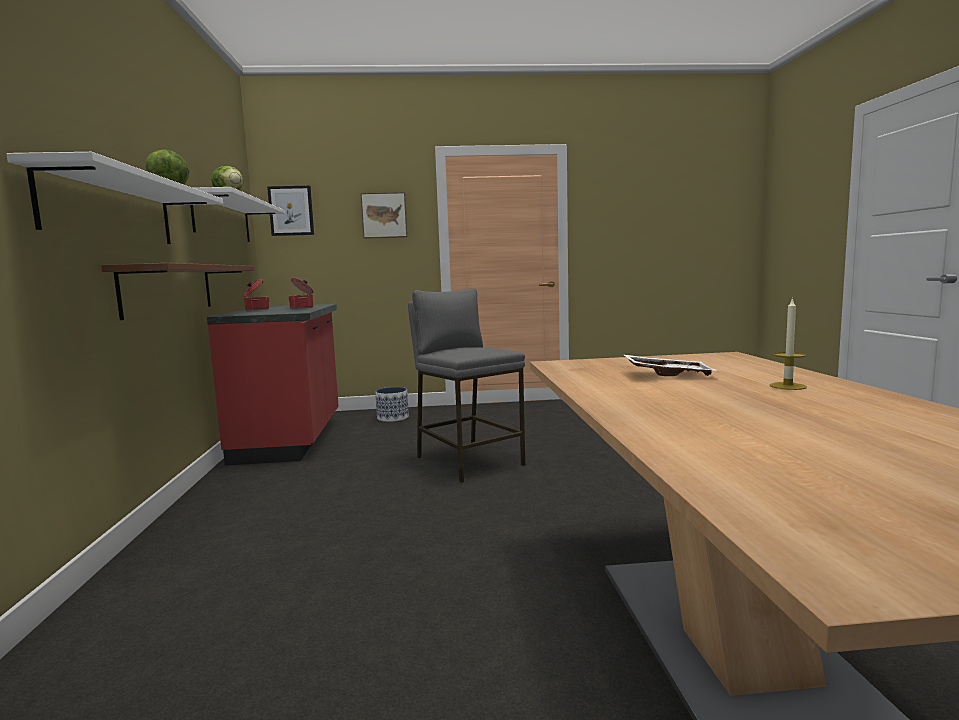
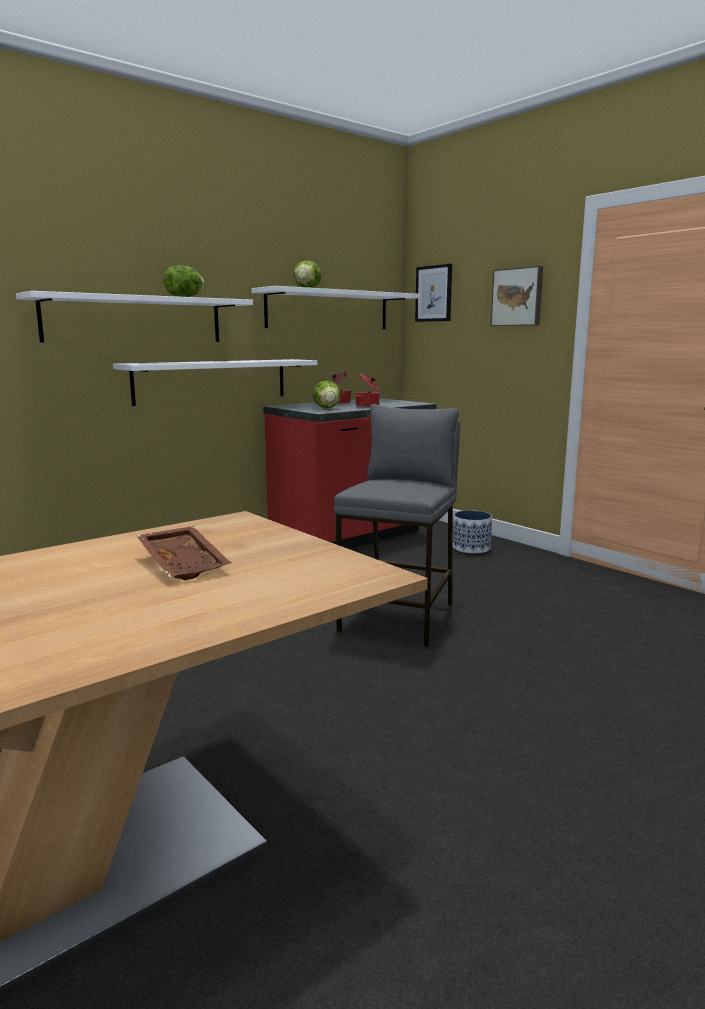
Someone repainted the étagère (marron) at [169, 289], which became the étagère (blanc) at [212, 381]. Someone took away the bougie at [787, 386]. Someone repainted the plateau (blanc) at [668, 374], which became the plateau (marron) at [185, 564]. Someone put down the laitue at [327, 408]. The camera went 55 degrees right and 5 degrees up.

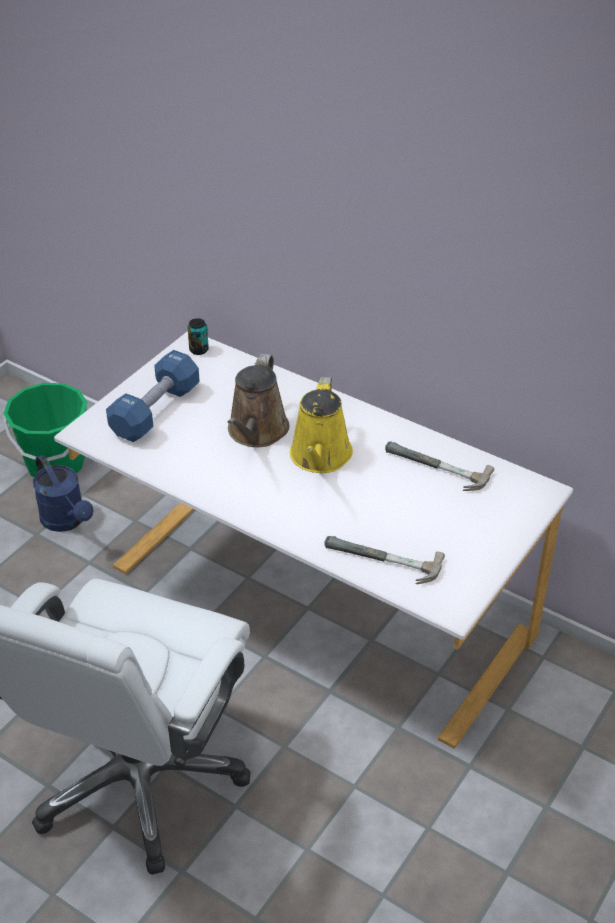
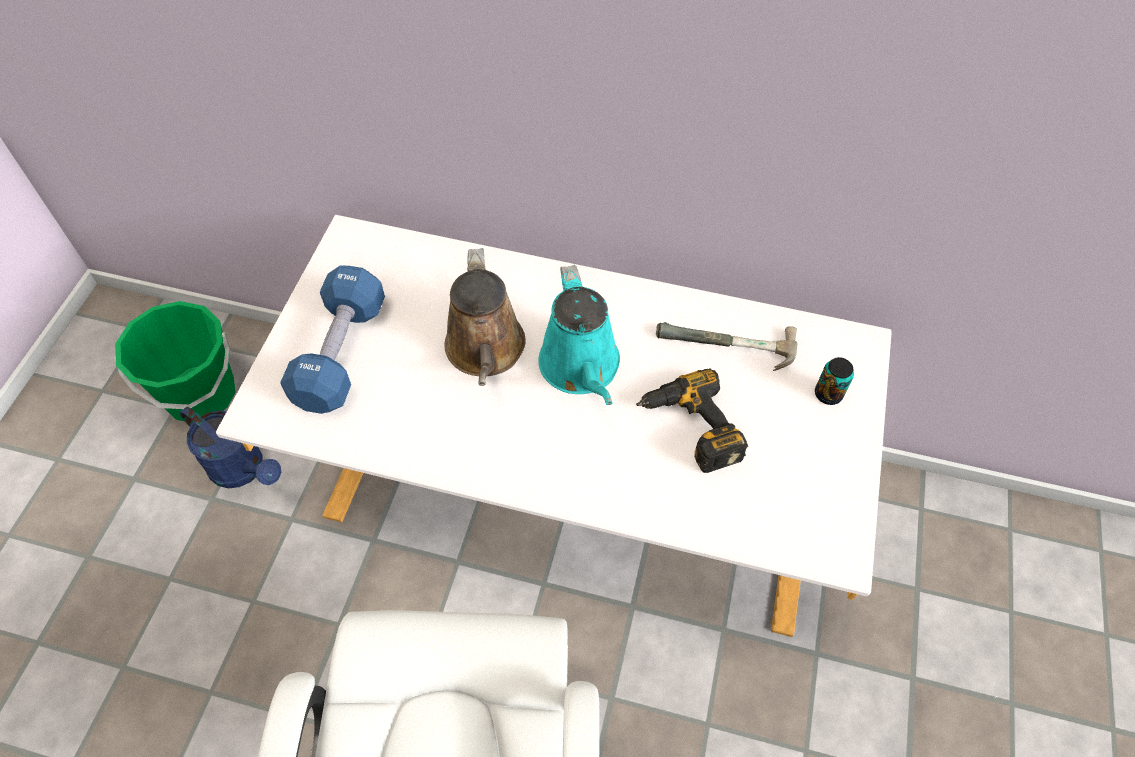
Someone carried the boîte métallique from [199, 350] to [828, 394]. Someone repainted the arrosoir (jaune) at [320, 457], which became the arrosoir (turquoise) at [581, 368]. Someone took away the marteau at [381, 563]. Someone put down the perceuse at [689, 429]. The camera went 20 degrees left and 15 degrees up.

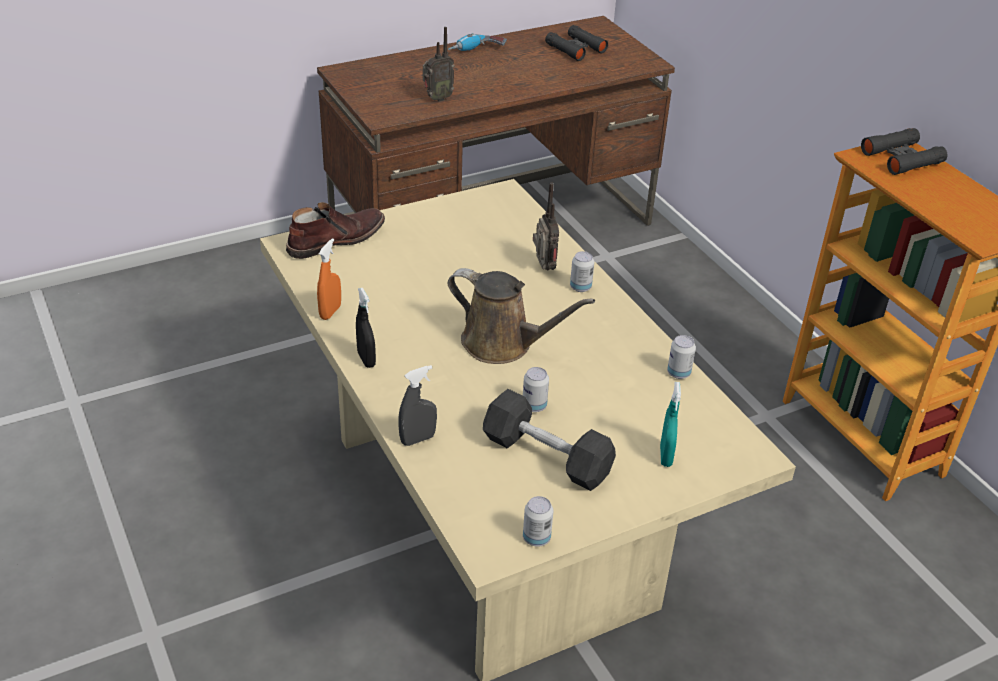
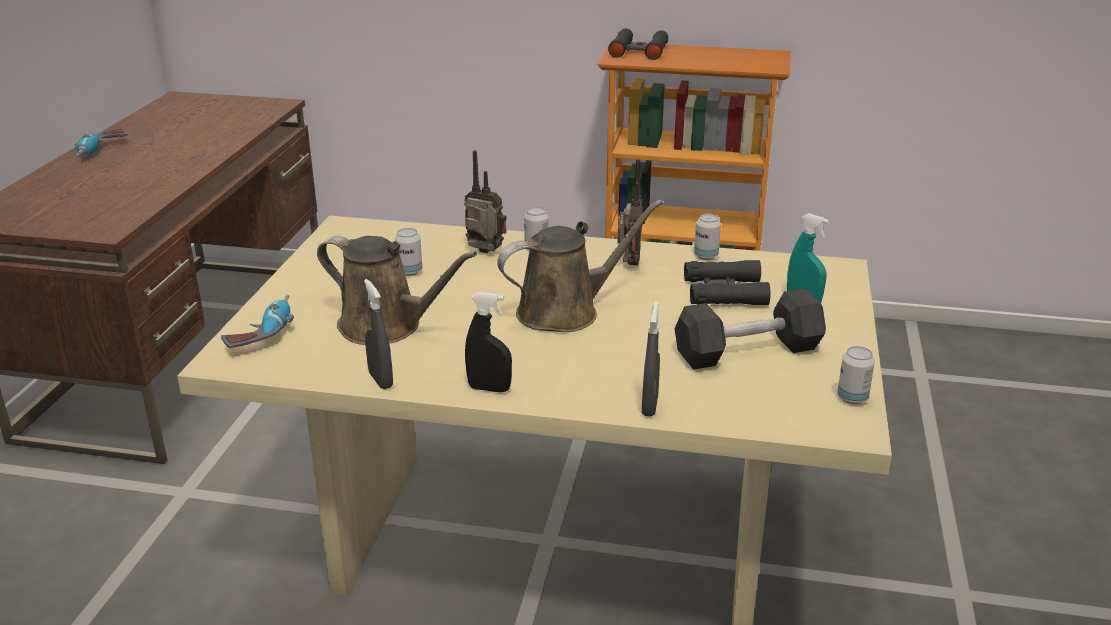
Someone carried the jumelles (noir) from [575, 48] to [725, 292]. Someone carried the radio from [437, 99] to [628, 264]. Someone swapped the botte (marron) at [335, 240] for the perceuse at [263, 332]. Someone repainted the vaporisateur (orange) at [330, 312], which became the vaporisateur (gris) at [380, 380]. Someone carried the boîte métallique from [534, 406] to [410, 271]. Someone put down the arrosoir (marron) at [386, 327]. The camera went 50 degrees left and 10 degrees down.

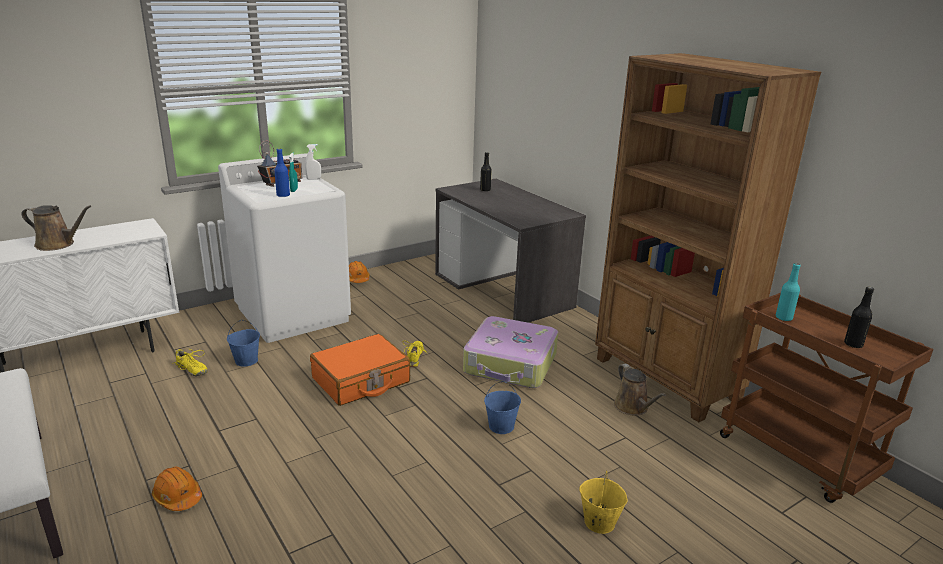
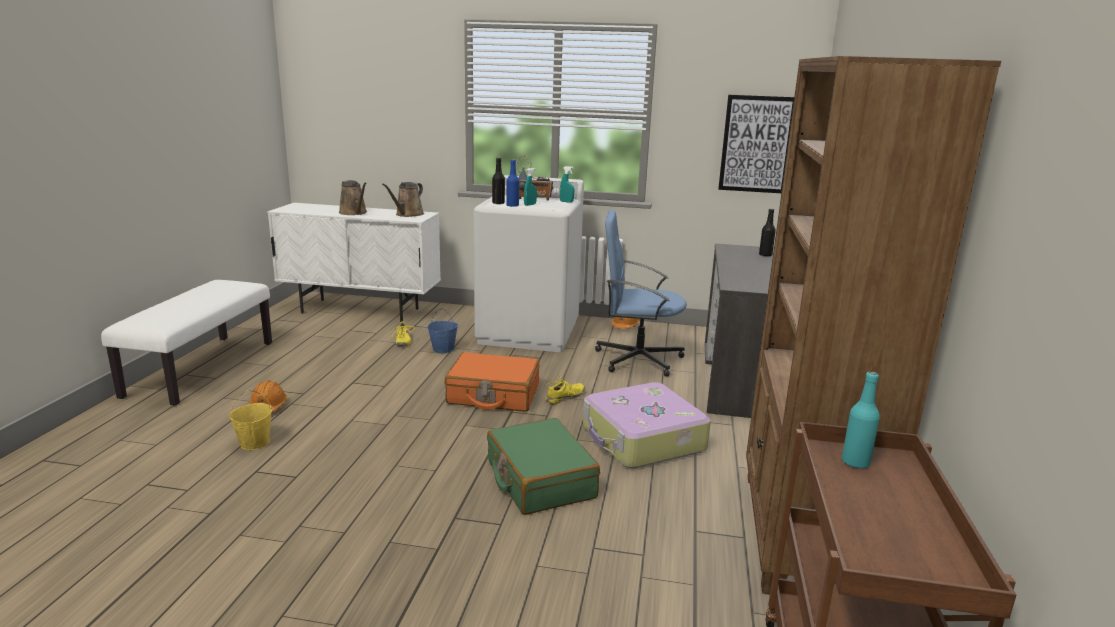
Someone repainted the vaporisateur (blanc) at [313, 179], which became the vaporisateur (turquoise) at [566, 202]. Someone carried the bouteille (noir) from [853, 344] to [498, 203]. Someone carried the arrosoir (marron) from [633, 407] to [407, 214]. Someone swapped the seau (bleu) at [501, 426] for the valise (vert) at [539, 479]. Someone carried the seau (jaune) from [599, 522] to [255, 443]. Someone put up the tableau at [756, 144]. Someone put down the chaise de bureau (bleu) at [637, 359]. The camera went 45 degrees right and 5 degrees down.

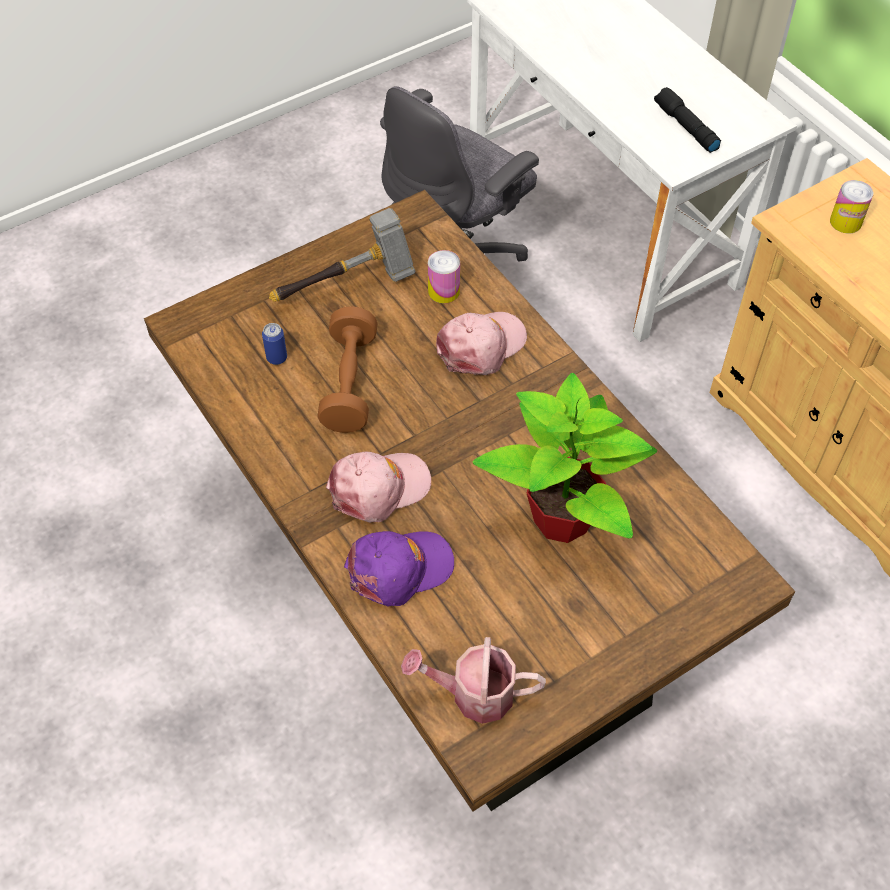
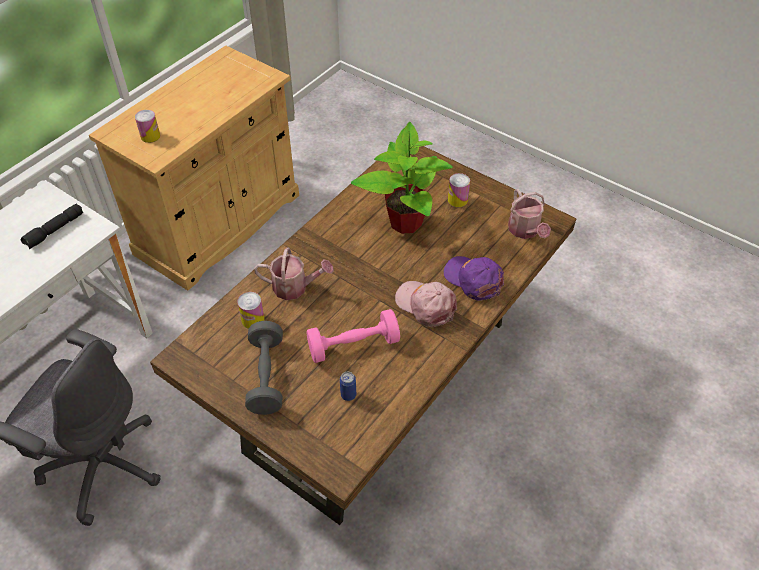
Someone swapped the marteau at [347, 286] for the haltère (gris) at [266, 376]. Someone repainted the haltère (marron) at [349, 383], which became the haltère (rose) at [353, 345]. Someone swapped the casquette (rose) at [481, 346] for the arrosoir at [295, 287]. Someone put down the boîte métallique at [457, 200]. The camera went 110 degrees left and 5 degrees down.

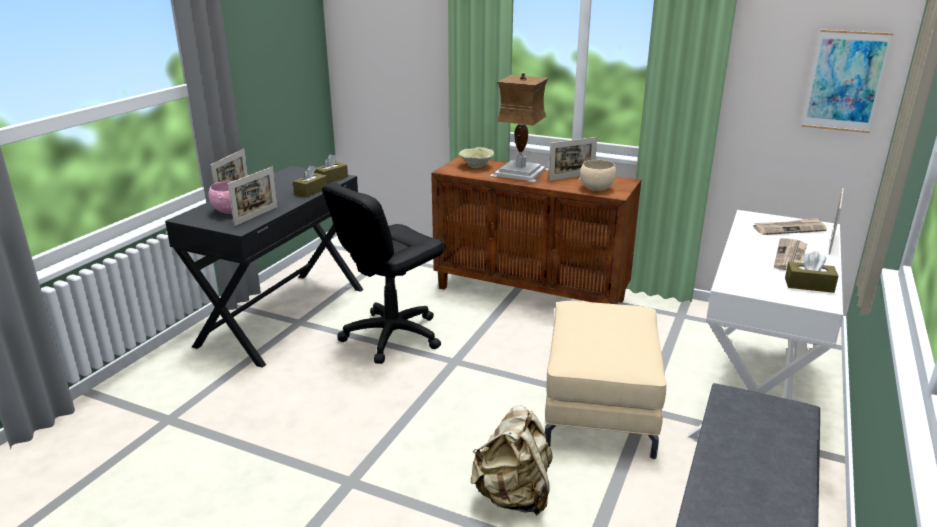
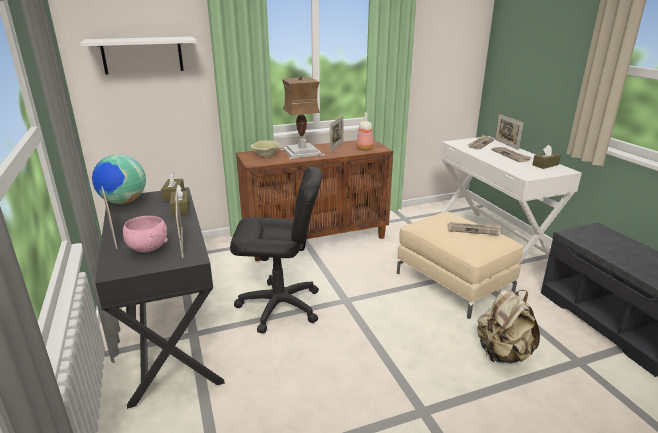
Someone took away the tableau at [845, 81]. Someone swapped the bol (beige) at [597, 188] for the bouteille at [365, 149]. Someone rotated the chaise de bureau (noir) at [391, 336] by 90 degrees counterclockwise. Someone put up the étagère (blanc) at [142, 55]. Someone put down the globe at [123, 202]. Someone put down the journal at [473, 229]. The camera went 45 degrees left and 0 degrees up.

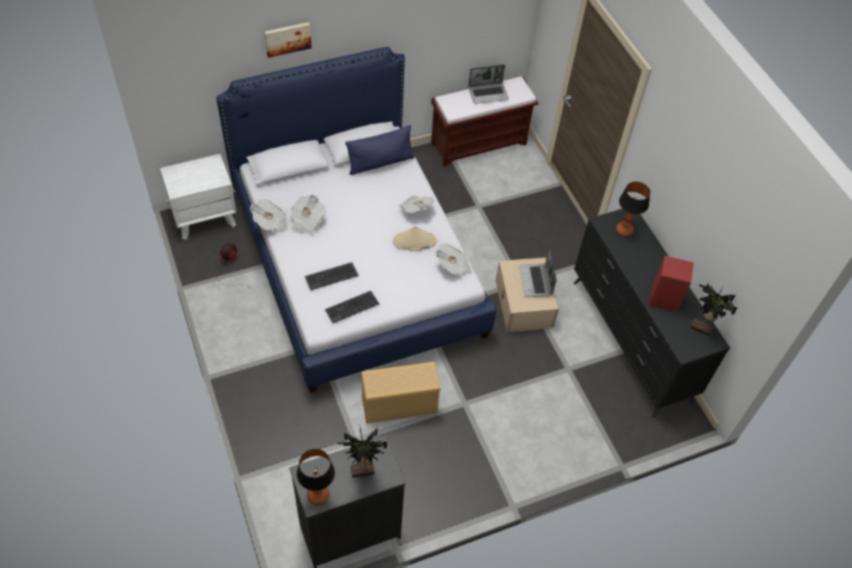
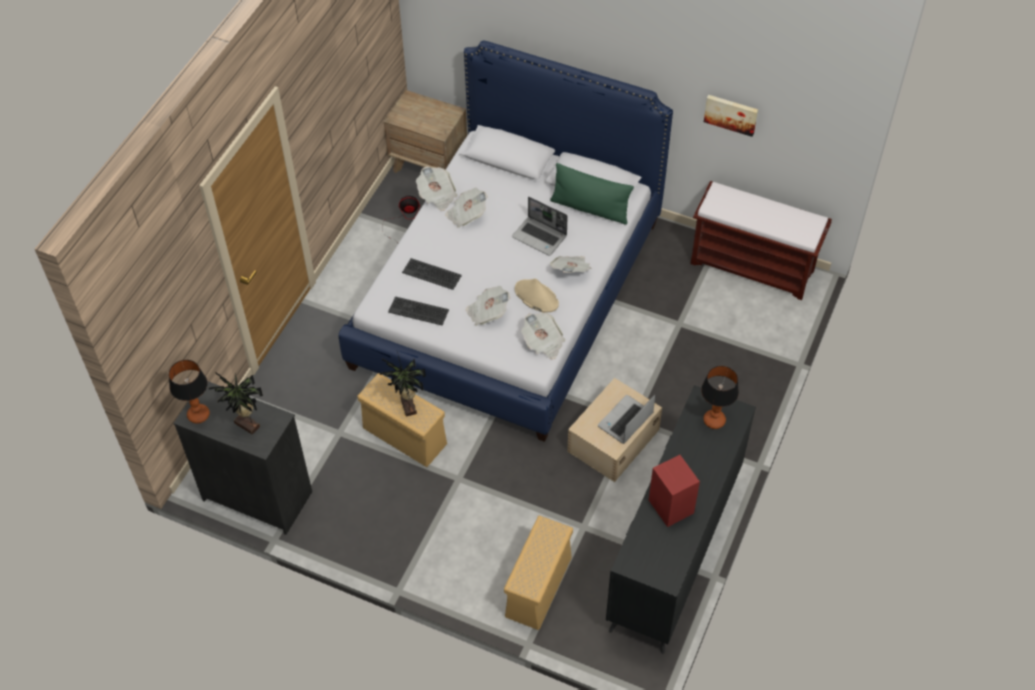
Someone carried the tableau from [287, 38] to [731, 114]. Someone carried the ordinateur portable from [488, 93] to [540, 236]. Someone repainted the coussin (bleu) at [380, 163], which became the coussin (vert) at [590, 208]. Someone repainted the table de chevet (blanc) at [205, 217], which became the table de chevet (marron) at [429, 164]. Someone carried the plante en pot from [701, 329] to [407, 407]. Someone put down the journal at [487, 312]. Someone put down the boîte de rangement (beige) at [538, 588]. The camera went 50 degrees right and 0 degrees up.

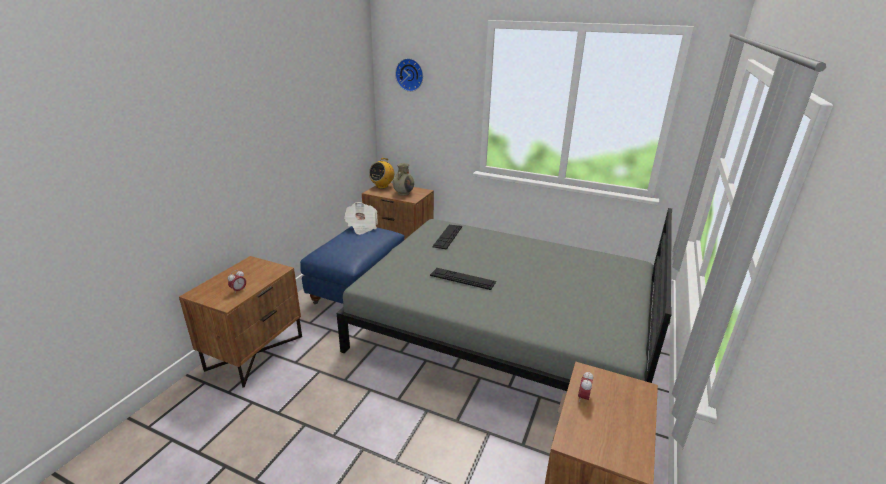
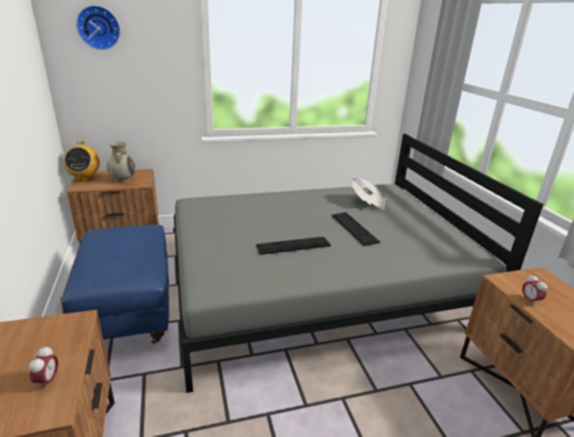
Someone carried the journal from [361, 227] to [368, 203]. Someone carried the clavier from [447, 236] to [354, 228]. The camera went 40 degrees left and 0 degrees up.

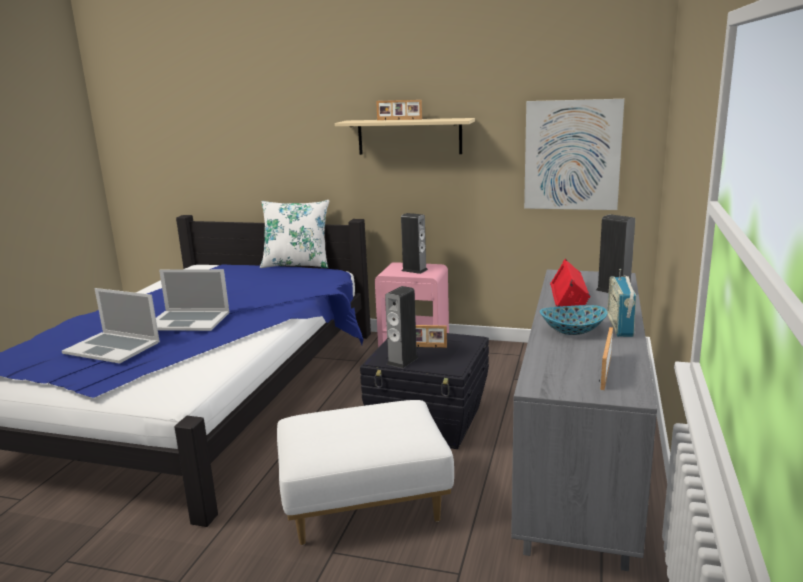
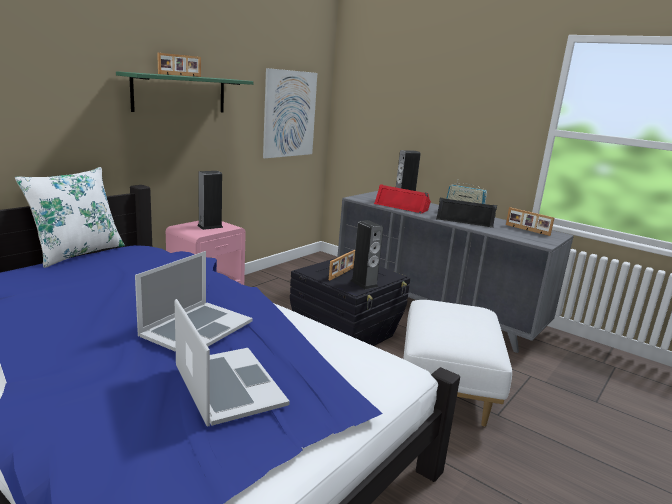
Someone repainted the étagère (beige) at [409, 136], which became the étagère (vert) at [180, 94]. Someone rotated the ordinateur portable at [112, 347] by 75 degrees counterclockwise. Someone swapped the bol at [572, 331] for the enceinte (noir) at [465, 220]. The camera went 70 degrees left and 0 degrees up.

